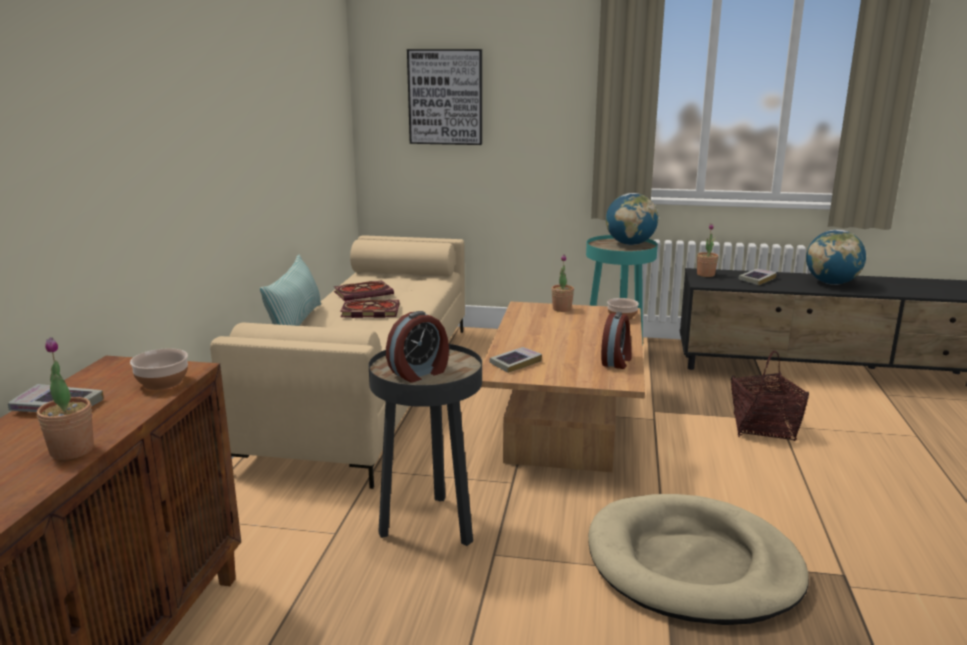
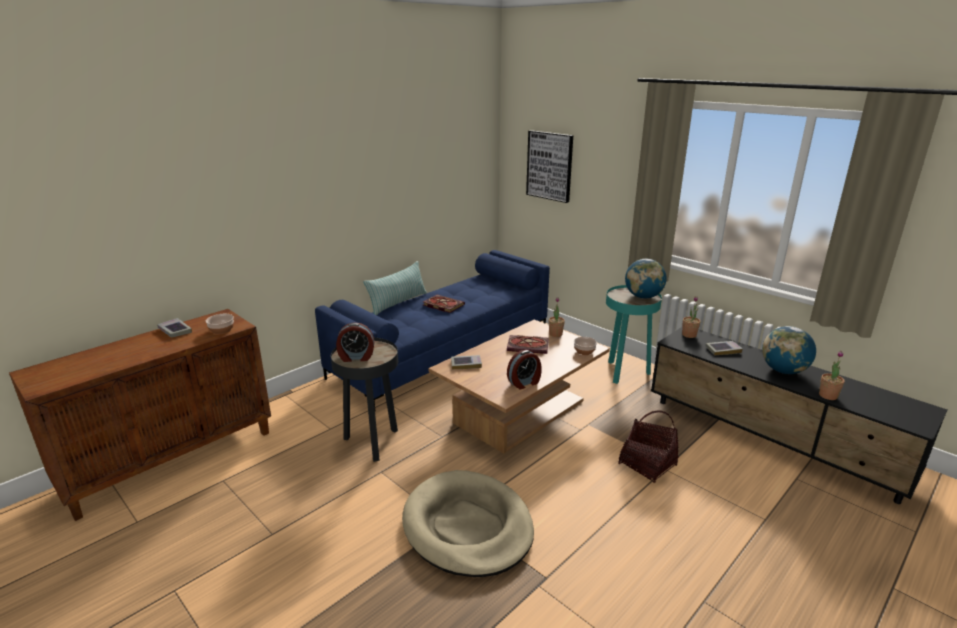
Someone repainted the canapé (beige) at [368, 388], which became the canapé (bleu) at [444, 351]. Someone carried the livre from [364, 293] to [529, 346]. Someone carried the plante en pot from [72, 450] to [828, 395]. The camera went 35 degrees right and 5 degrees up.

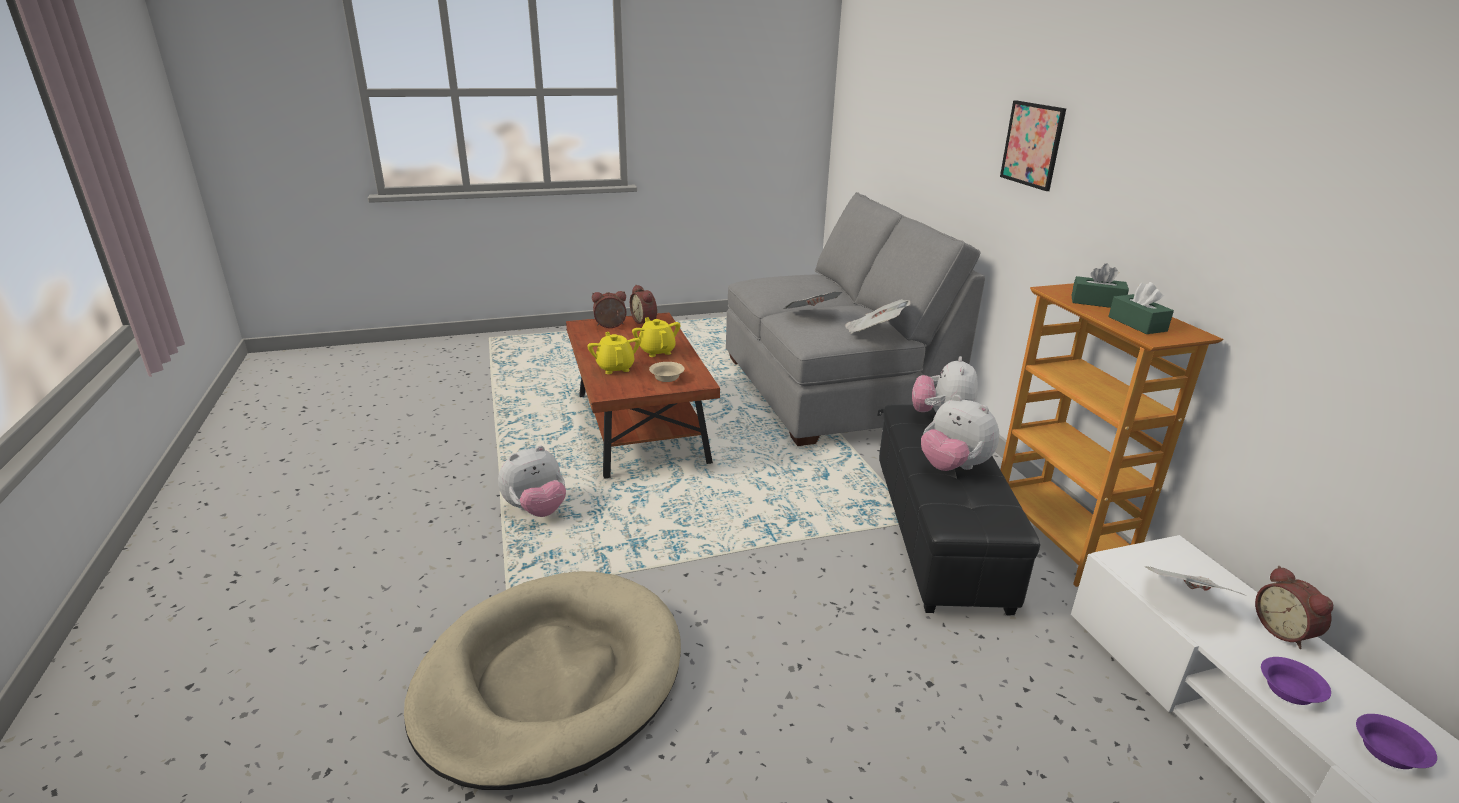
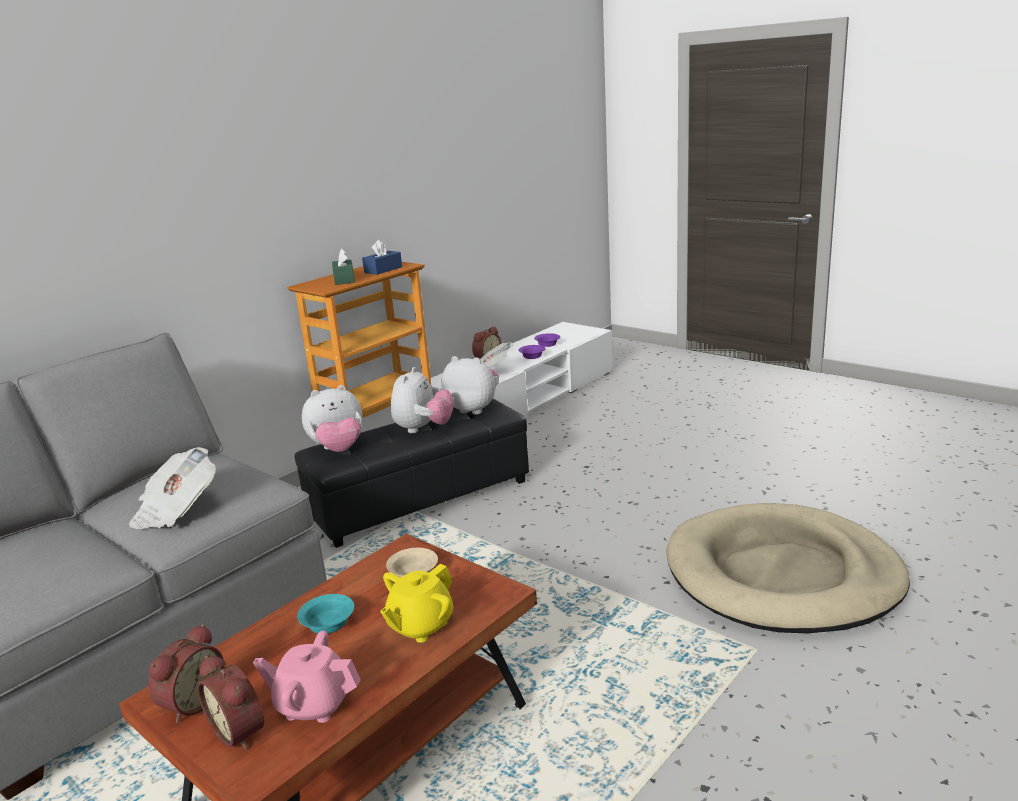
Someone took away the tableau at [1032, 144]. Someone repainted the boîte à mouchoirs (vert) at [1137, 324], which became the boîte à mouchoirs (bleu) at [383, 270]. Someone took away the journal at [873, 331]. Someone swapped the théière (jaune) at [657, 351] for the bol (turquoise) at [328, 623]. Someone carried the peluche from [536, 510] to [474, 409]. Someone put down the théière (rose) at [313, 704]. The camera went 120 degrees left and 5 degrees down.

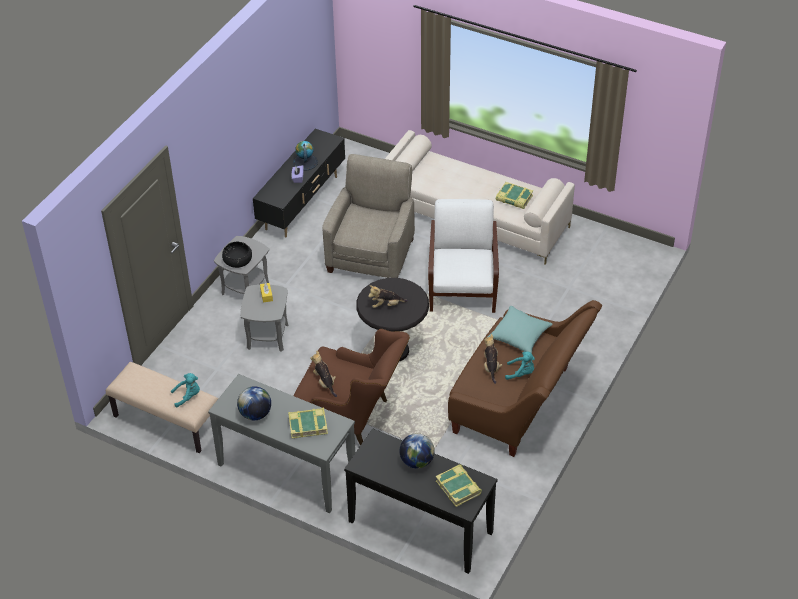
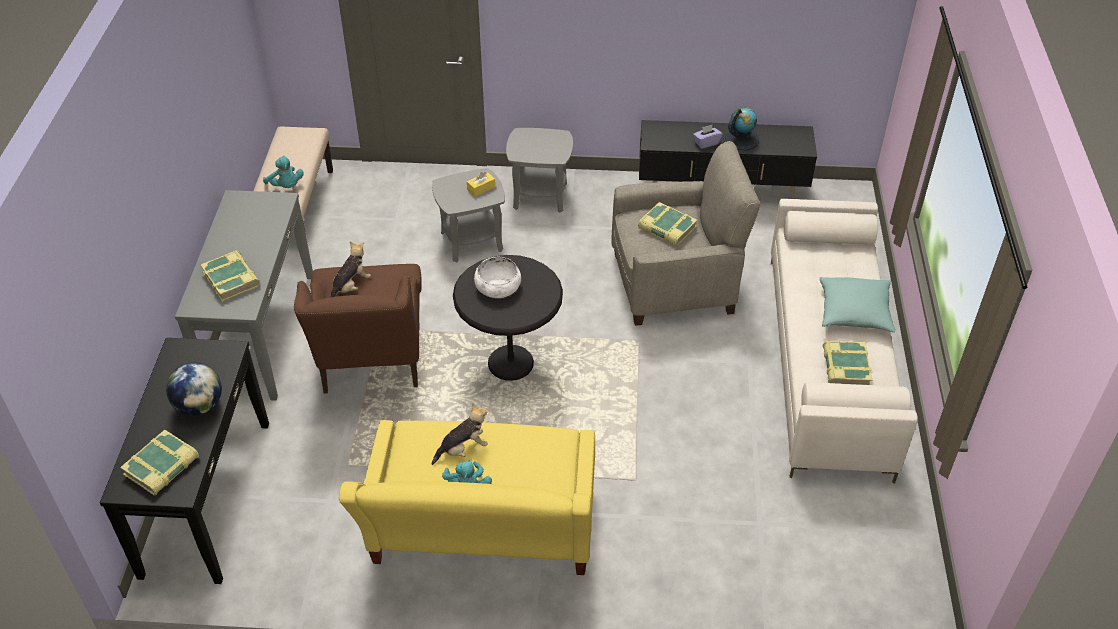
Someone took away the fauteuil (blanc) at [462, 284]. Someone took away the bol (noir) at [237, 260]. Someone swapped the peluche at [386, 305] for the bol (blanc) at [498, 287]. Someone repainted the canapé (marron) at [519, 403], which became the canapé (jaune) at [482, 537]. Someone carried the coussin (turquoise) from [519, 336] to [854, 312]. Someone took away the globe at [255, 414]. Someone put down the livre at [667, 228]. The camera went 65 degrees right and 0 degrees up.

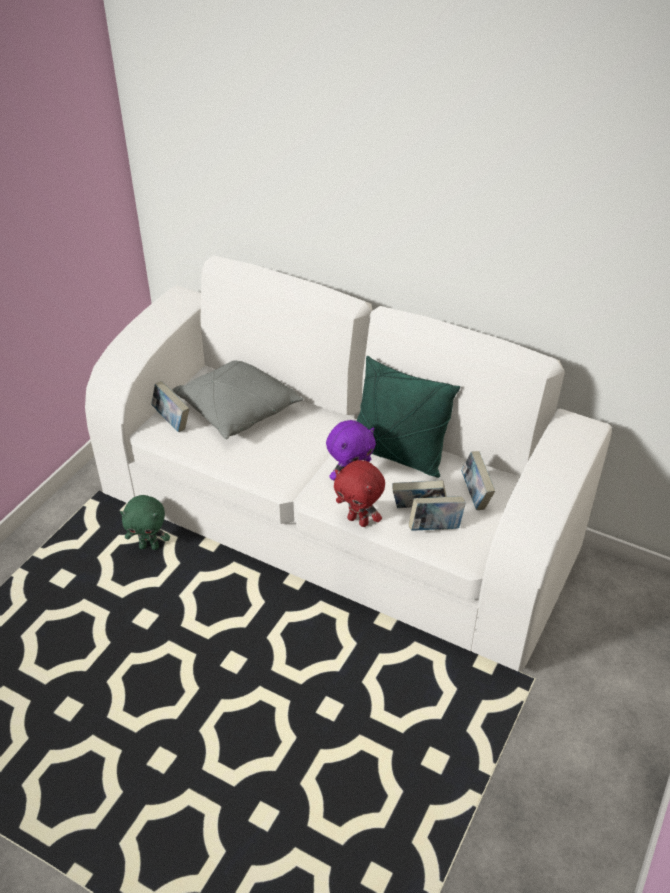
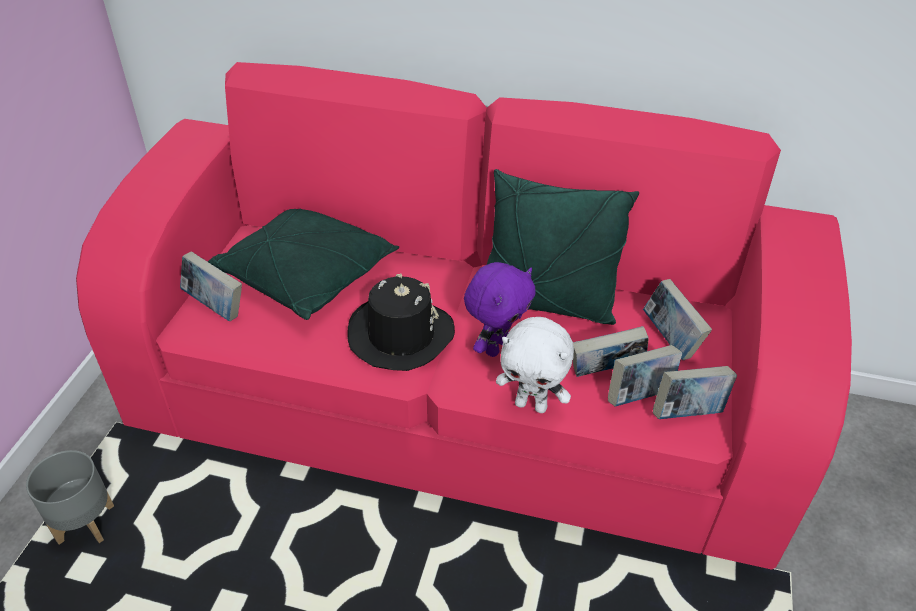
Someone repainted the canapé (blanc) at [336, 523], which became the canapé (rose) at [457, 408]. Someone repainted the coussin (gris) at [239, 408], which became the coussin (vert) at [308, 274]. Someone repainted the peluche (rouge) at [359, 520], which became the peluche (blanc) at [531, 405]. Someone took away the peluche (vert) at [150, 546]. Someone put down the chapeau (noir) at [400, 335]. Someone put down the livre at [687, 413]. Someone put down the cache-pot (gris) at [87, 524]. The camera went 15 degrees left and 0 degrees up.

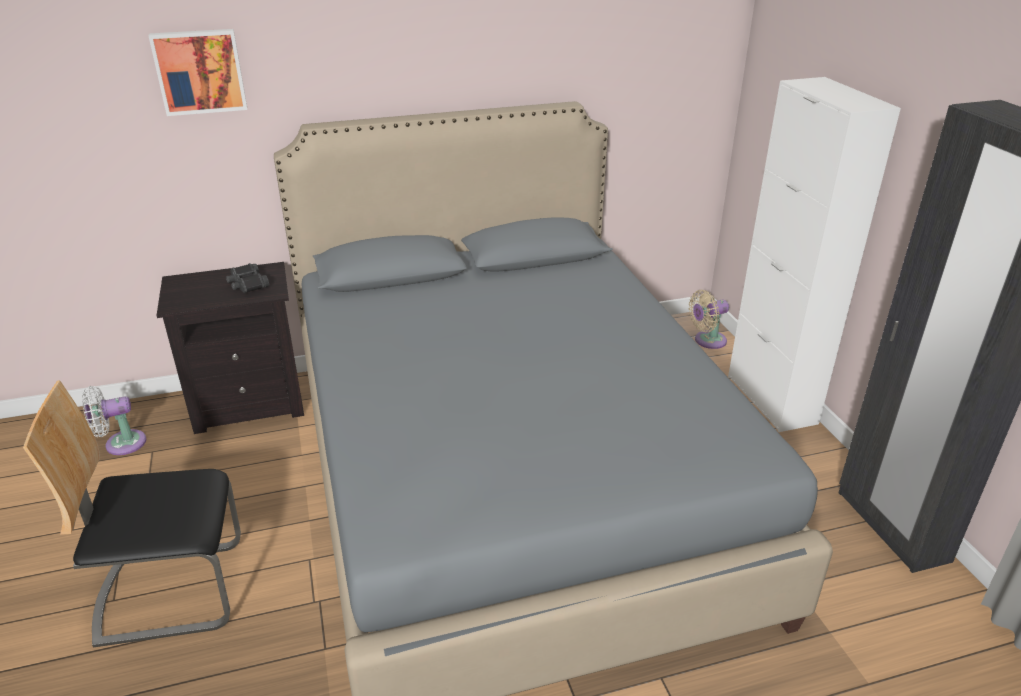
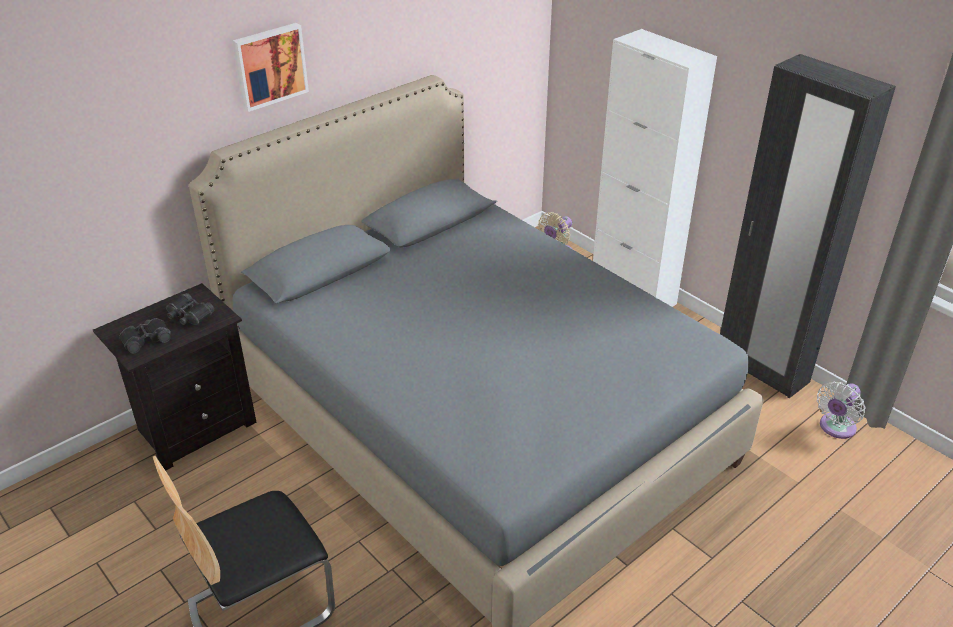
Someone carried the tableau from [200, 71] to [269, 65]. Someone carried the ventilateur (blanc) from [121, 444] to [835, 428]. Someone put down the jumelles (noir) at [146, 339]. The camera went 25 degrees left and 5 degrees up.

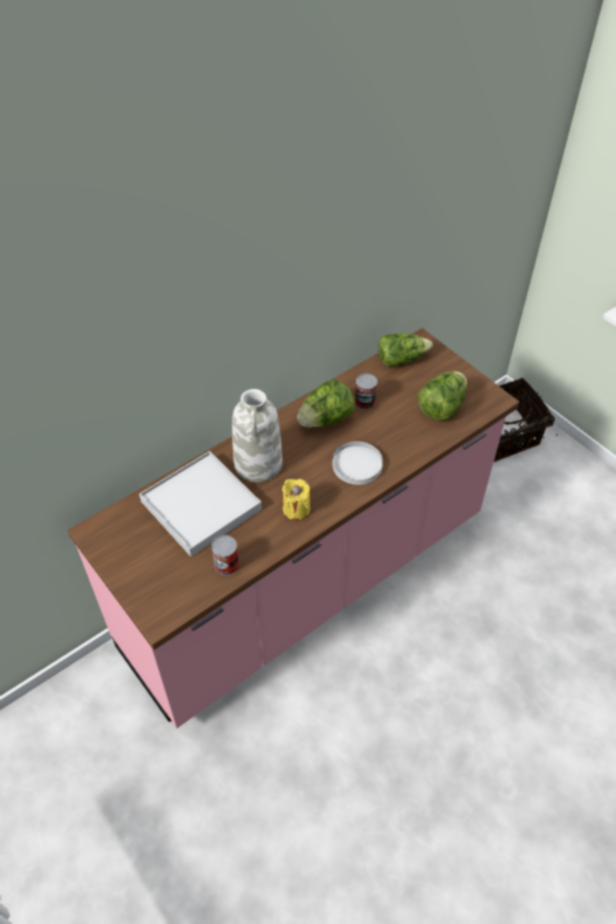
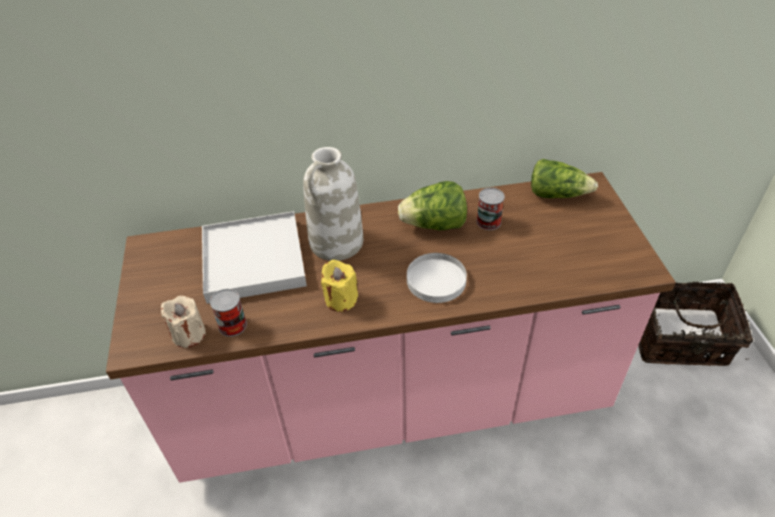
Someone took away the laitue at [441, 407]. Someone put down the bougie (beige) at [188, 334]. The camera went 30 degrees right and 5 degrees down.

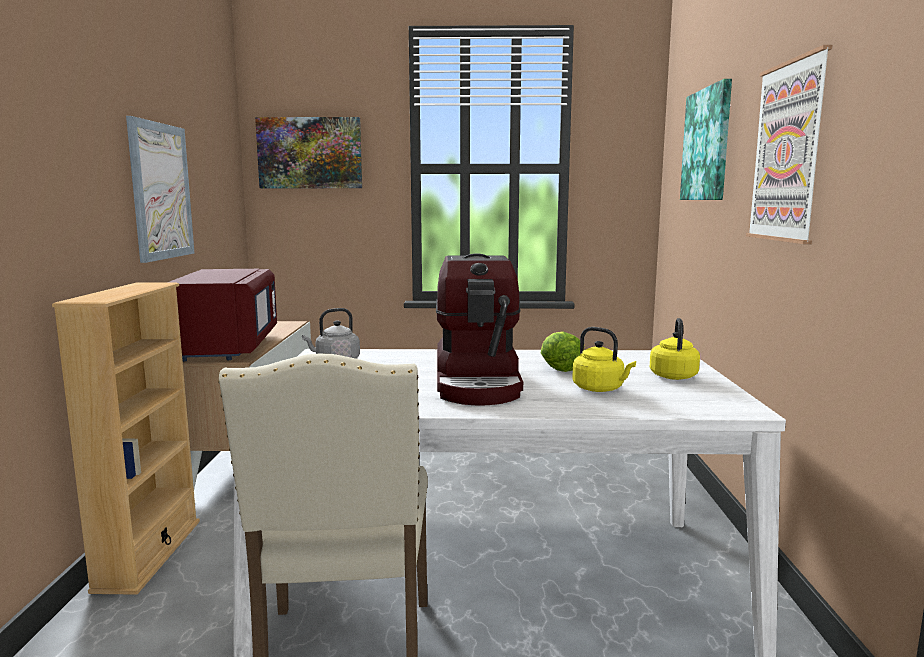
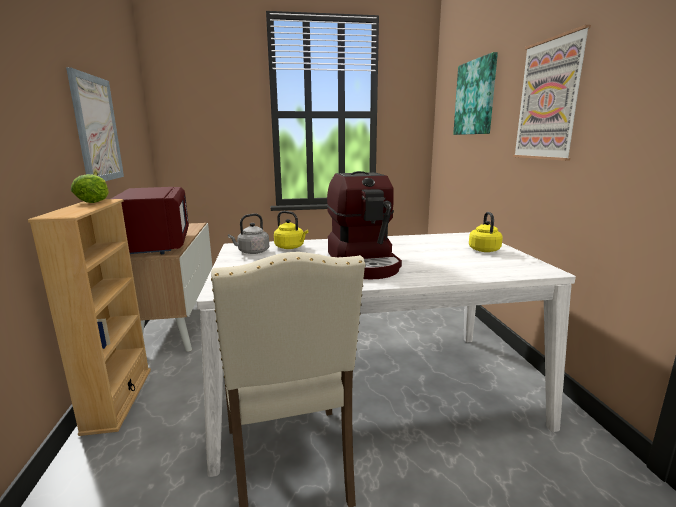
Someone took away the tableau at [310, 153]. Someone carried the bouilloire (jaune) from [600, 389] to [291, 247]. Someone carried the laitue from [559, 367] to [94, 201]. The camera went 10 degrees left and 5 degrees up.

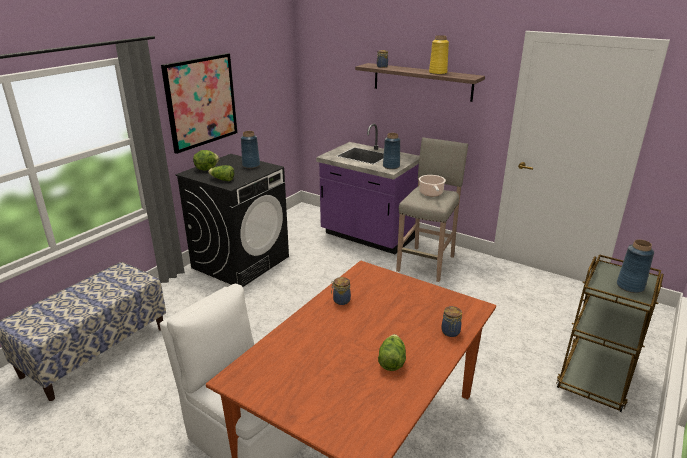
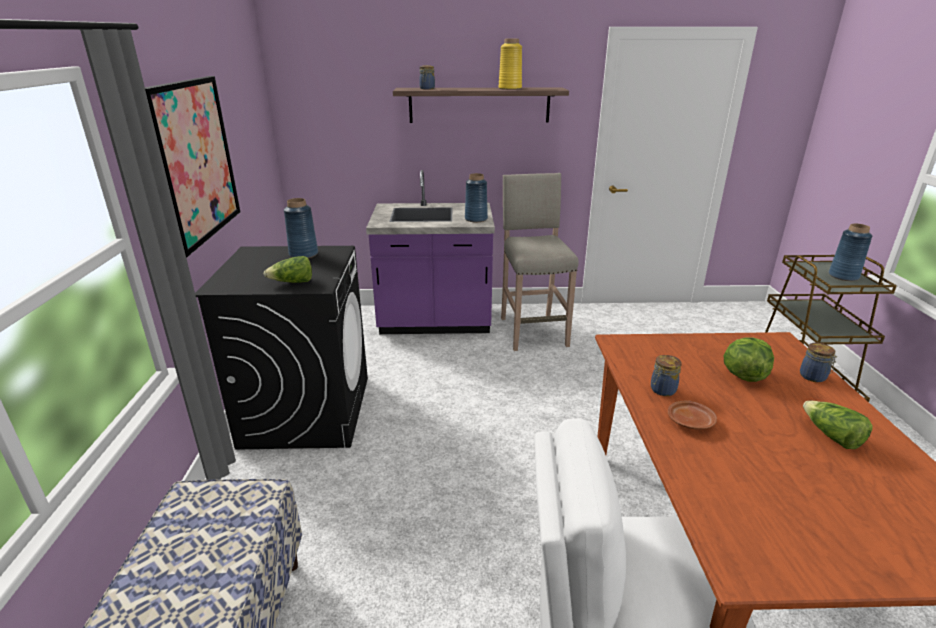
Someone carried the laitue from [206, 169] to [743, 375]. Someone took away the marmite at [431, 193]. Someone put down the assiette (marron) at [690, 421]. The camera went 35 degrees left and 0 degrees up.

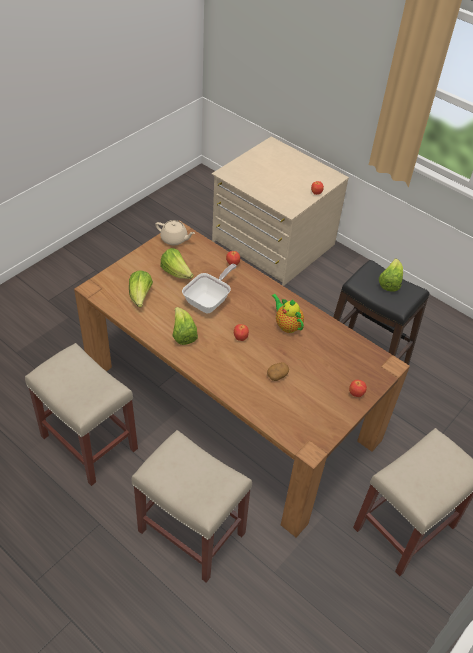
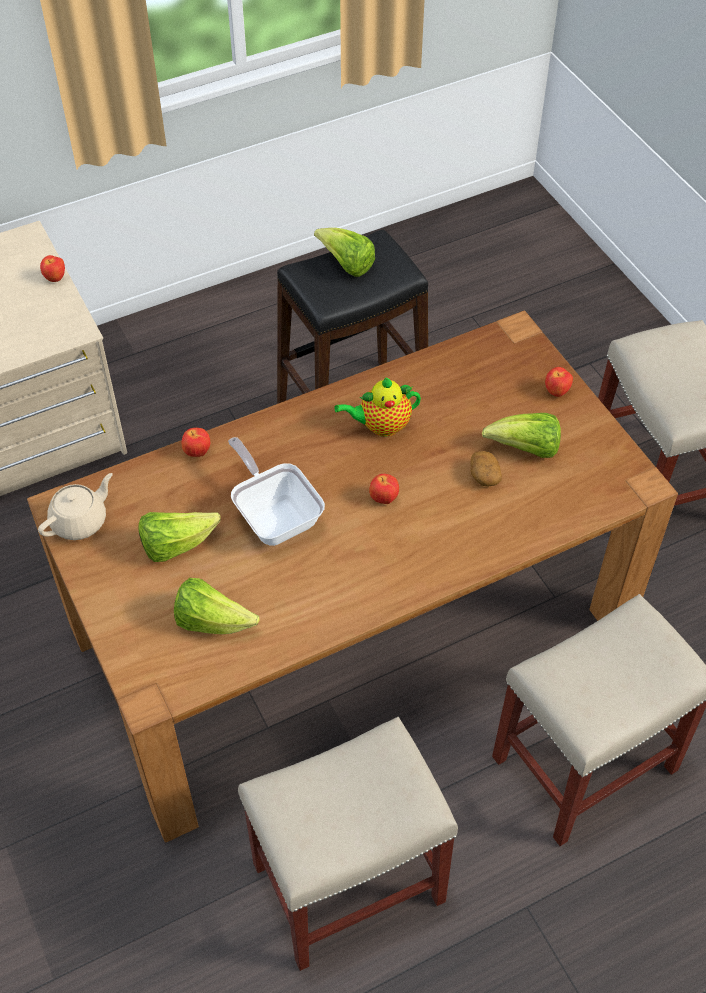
Someone carried the laitue from [183, 334] to [525, 449]. The camera went 65 degrees left and 5 degrees up.

